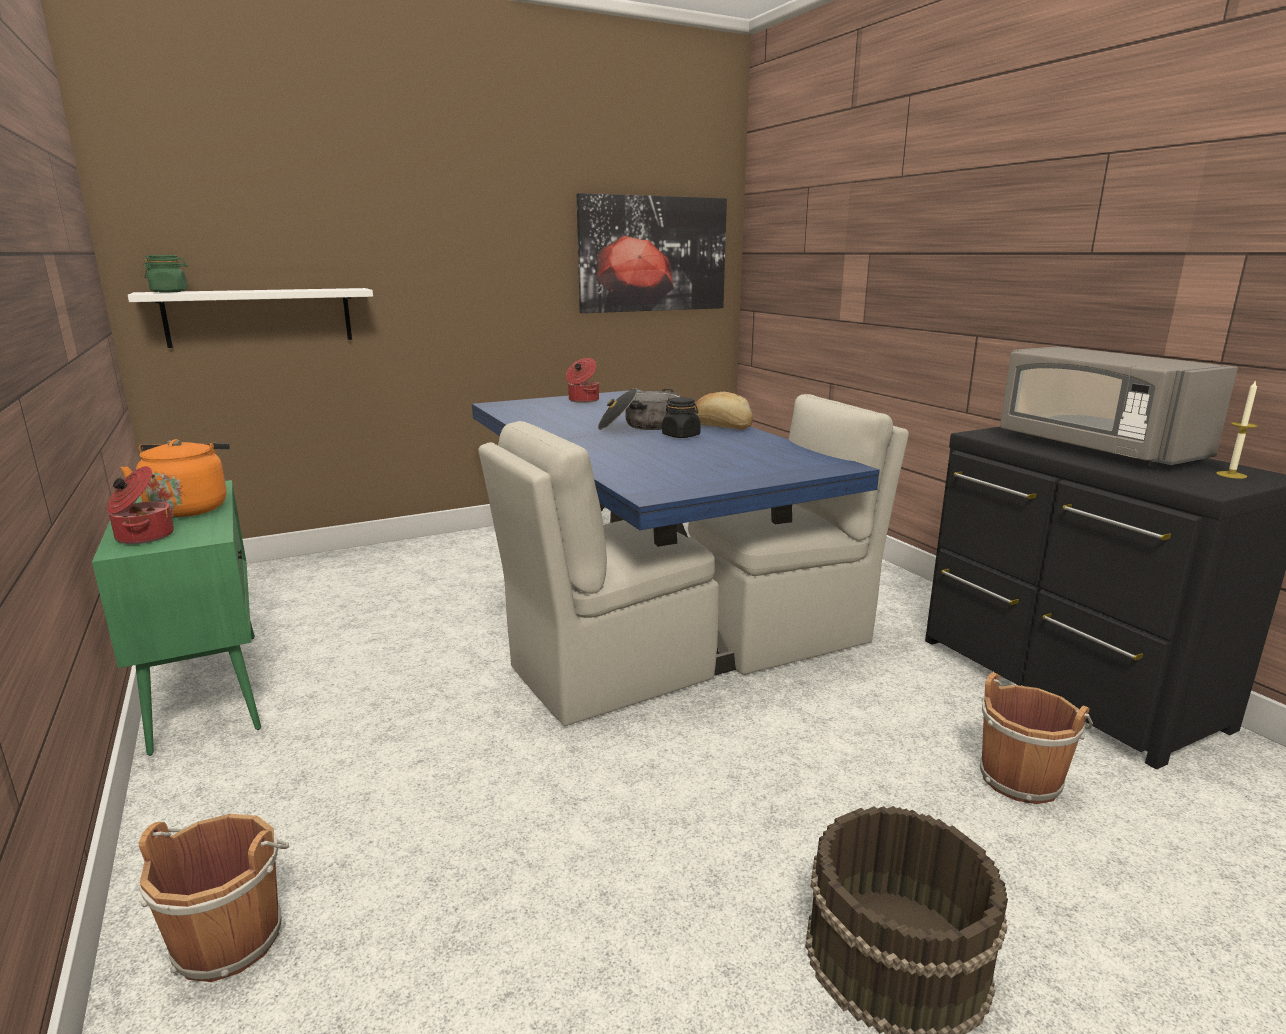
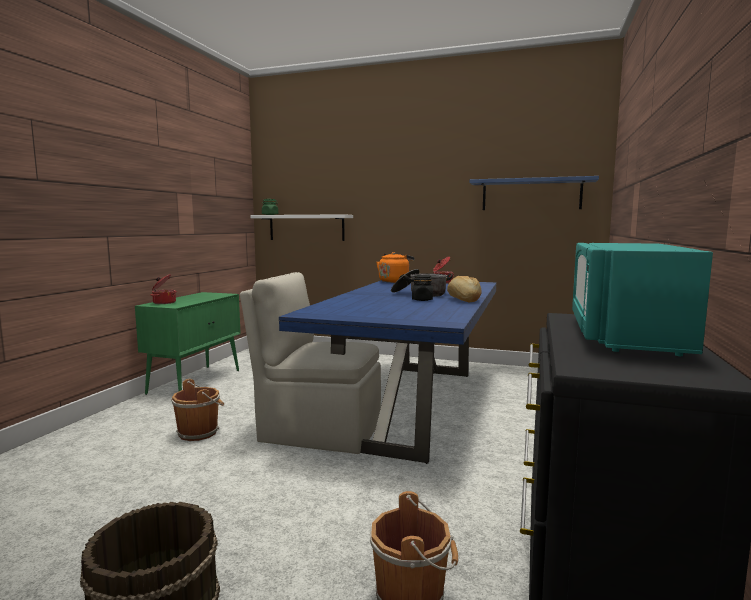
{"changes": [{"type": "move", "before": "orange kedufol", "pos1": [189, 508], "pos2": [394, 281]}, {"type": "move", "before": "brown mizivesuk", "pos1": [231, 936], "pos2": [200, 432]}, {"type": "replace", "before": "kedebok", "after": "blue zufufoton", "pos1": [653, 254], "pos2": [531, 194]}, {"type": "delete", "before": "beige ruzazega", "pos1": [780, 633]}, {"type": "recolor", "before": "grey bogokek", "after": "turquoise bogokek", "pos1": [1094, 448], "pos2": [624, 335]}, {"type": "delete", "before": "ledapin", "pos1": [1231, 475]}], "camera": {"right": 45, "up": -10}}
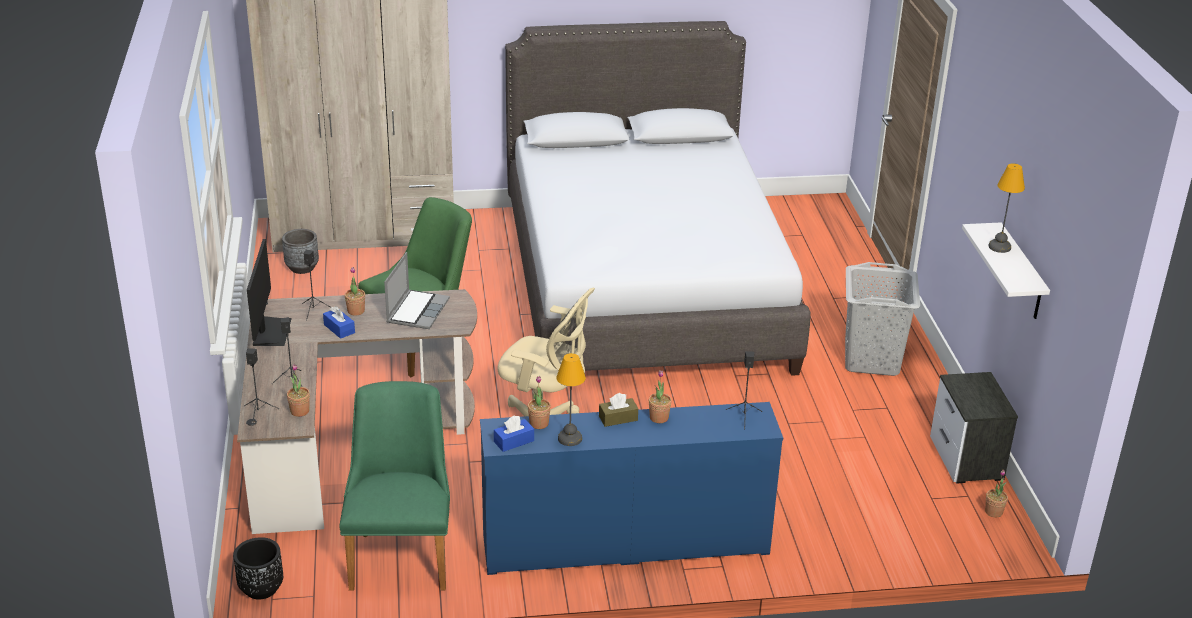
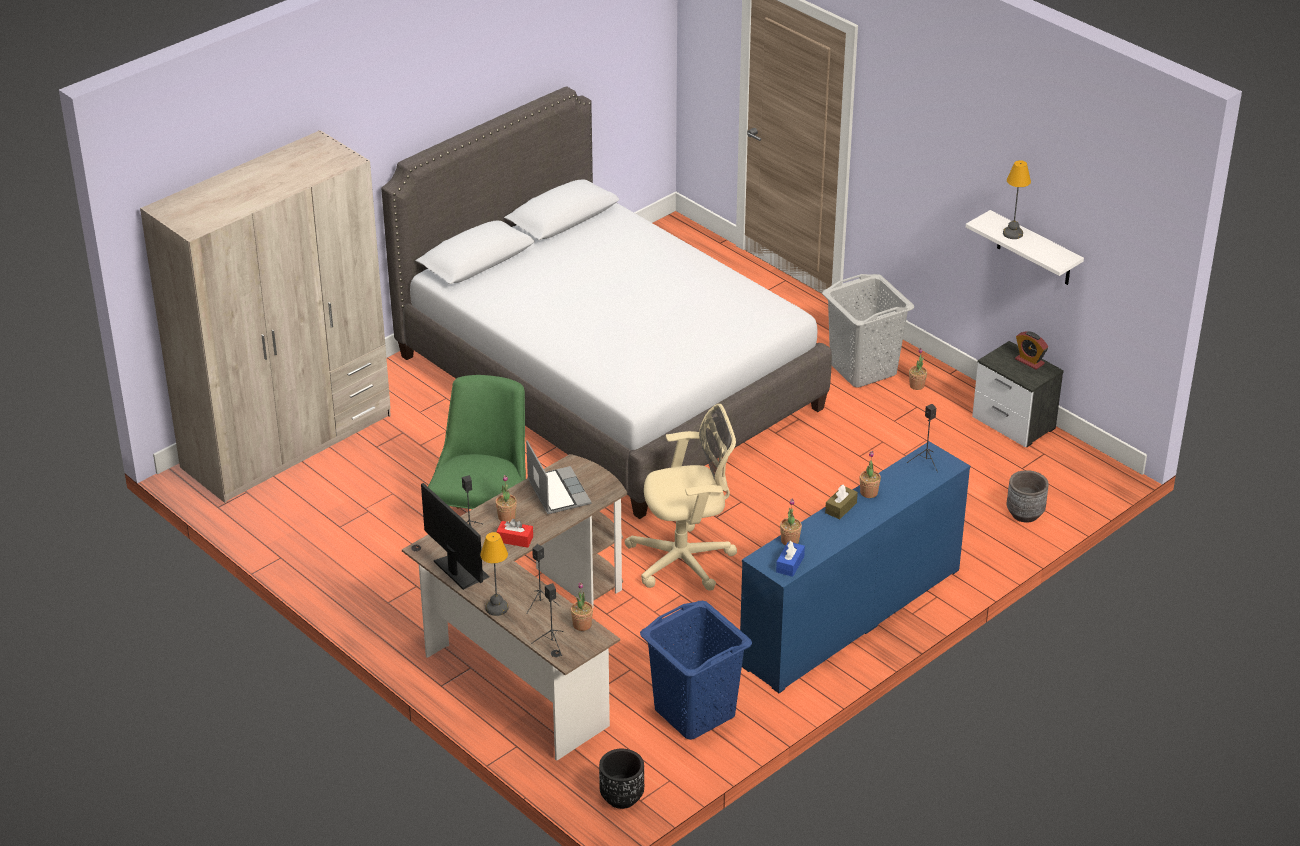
{"changes": [{"type": "move", "before": "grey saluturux", "pos1": [302, 268], "pos2": [1025, 514]}, {"type": "recolor", "before": "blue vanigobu", "after": "red vanigobu", "pos1": [339, 329], "pos2": [515, 539]}, {"type": "replace", "before": "green ruzazega", "after": "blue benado", "pos1": [402, 553], "pos2": [694, 711]}, {"type": "move", "before": "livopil", "pos1": [569, 438], "pos2": [496, 607]}, {"type": "move", "before": "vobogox", "pos1": [993, 512], "pos2": [916, 385]}, {"type": "insert", "after": "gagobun", "pos2": [1029, 361]}], "camera": {"right": -35, "up": 5}}
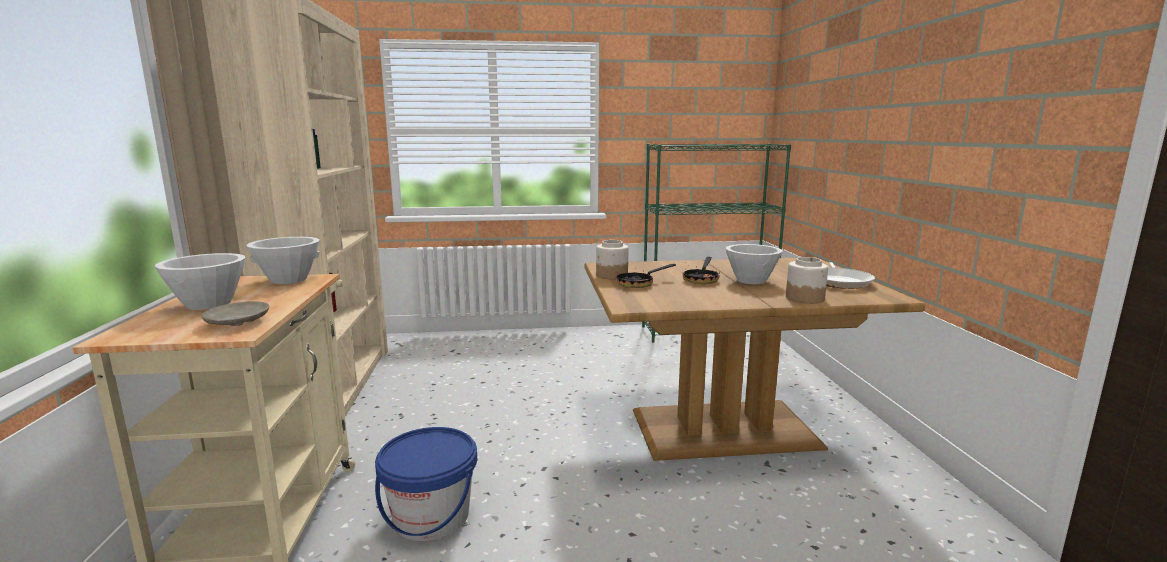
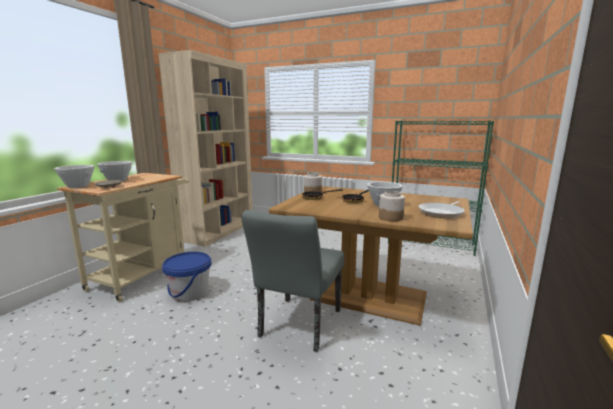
{"changes": [{"type": "move", "before": "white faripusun", "pos1": [289, 280], "pos2": [78, 186]}, {"type": "insert", "after": "grey ruzazega", "pos2": [297, 326]}], "camera": {"right": 30, "up": 0}}
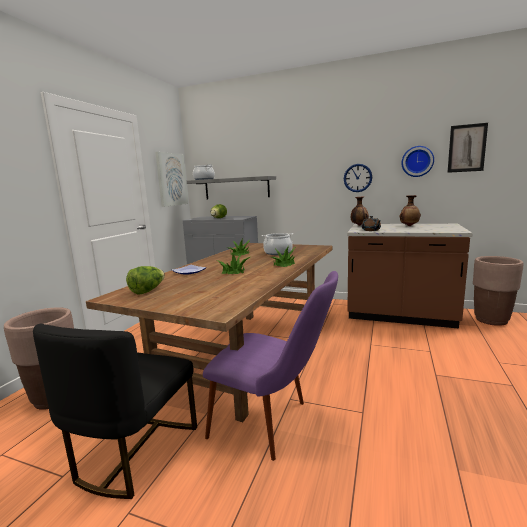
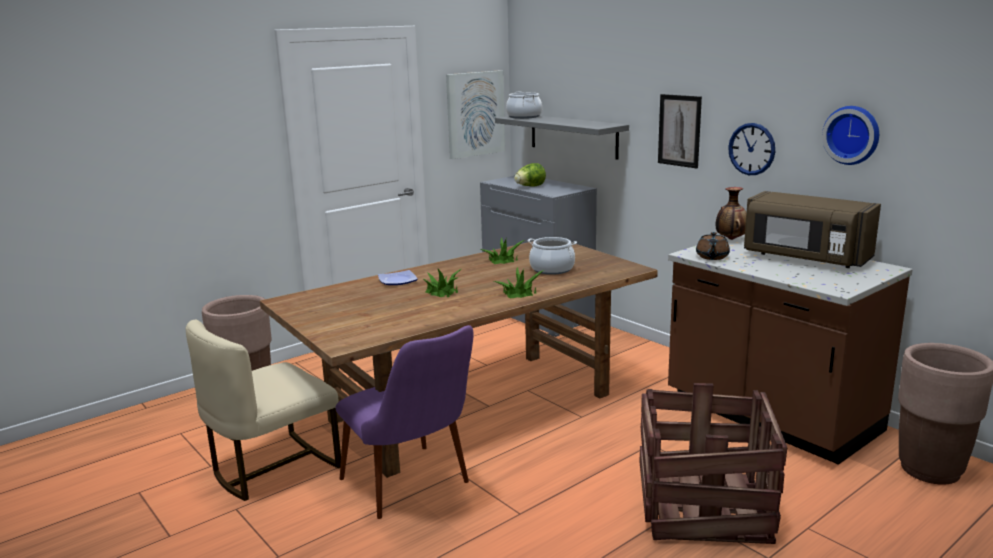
{"changes": [{"type": "recolor", "before": "black ruzazega", "after": "beige ruzazega", "pos1": [133, 452], "pos2": [273, 467]}, {"type": "delete", "before": "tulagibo", "pos1": [147, 291]}, {"type": "replace", "before": "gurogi", "after": "brown bogokek", "pos1": [409, 226], "pos2": [804, 258]}, {"type": "move", "before": "kedebok", "pos1": [467, 148], "pos2": [679, 130]}, {"type": "insert", "after": "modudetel", "pos2": [703, 505]}], "camera": {"right": 30, "up": 5}}
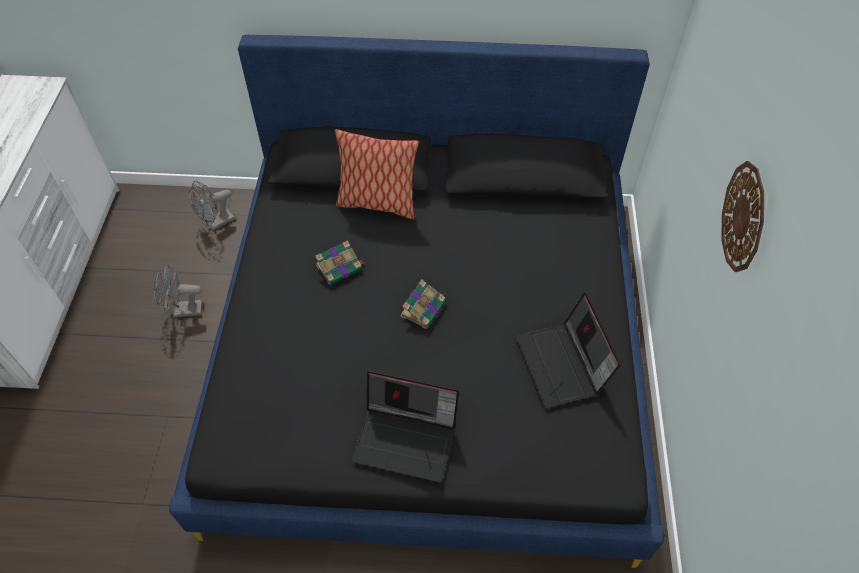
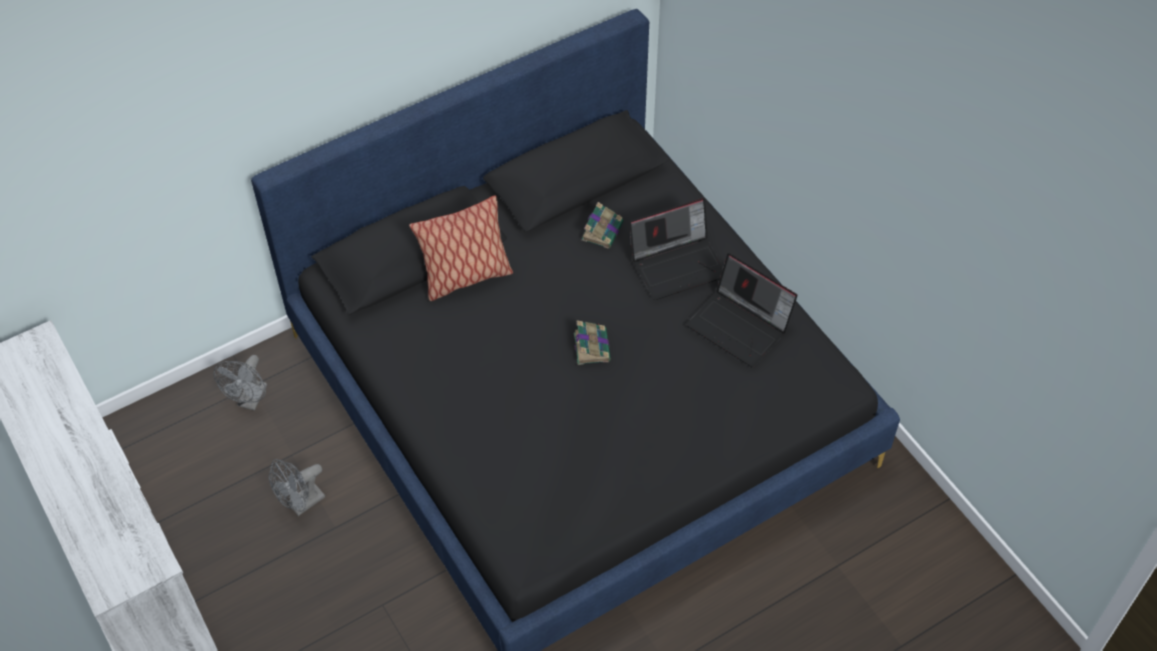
{"changes": [{"type": "move", "before": "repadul", "pos1": [340, 267], "pos2": [603, 230]}, {"type": "move", "before": "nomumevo", "pos1": [407, 438], "pos2": [678, 264]}, {"type": "delete", "before": "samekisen", "pos1": [744, 217]}], "camera": {"right": -35, "up": 0}}
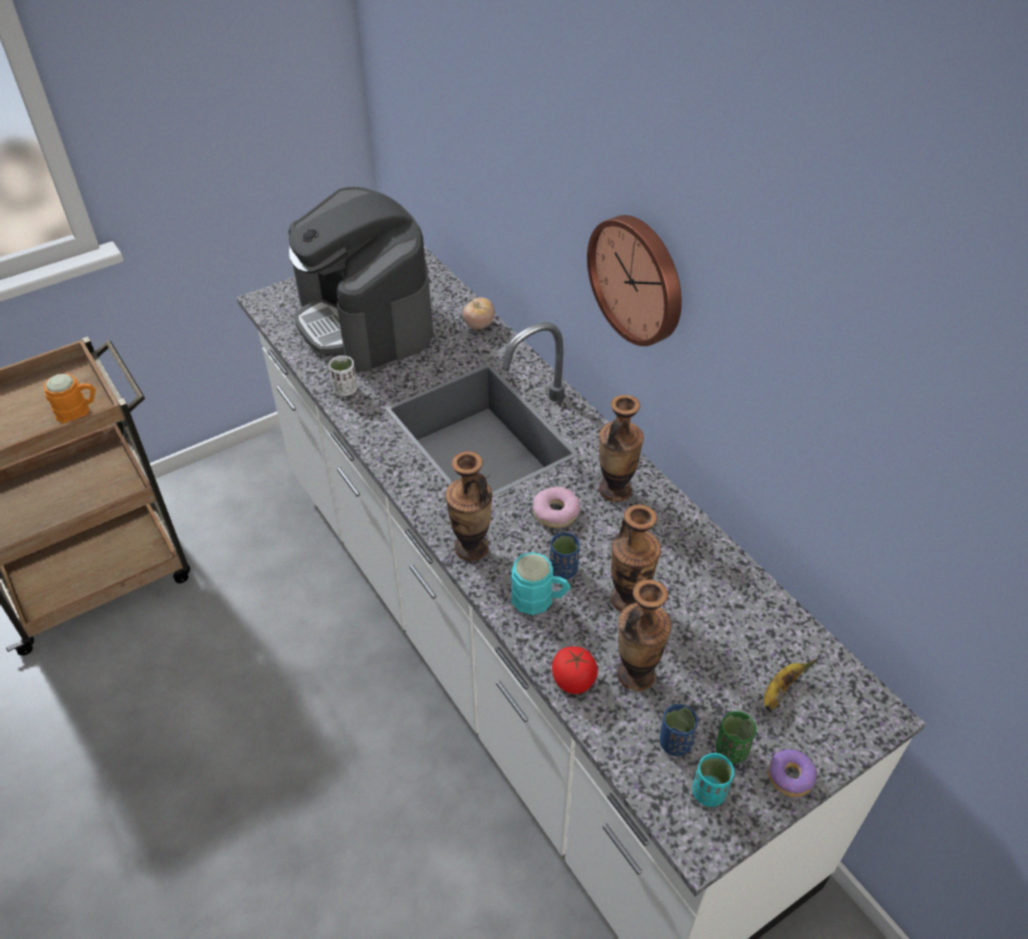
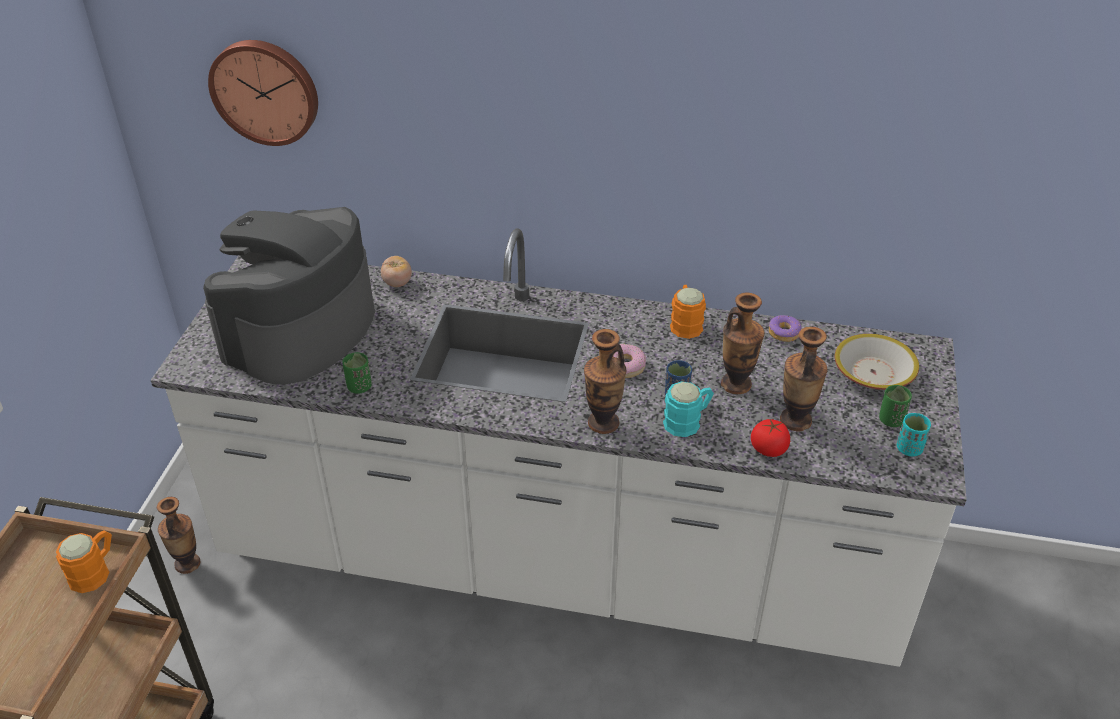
{"changes": [{"type": "rotate", "before": "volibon", "pos1": [365, 320], "pos2": [299, 330], "turn": 105}, {"type": "recolor", "before": "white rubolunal", "after": "green rubolunal", "pos1": [345, 390], "pos2": [359, 387]}, {"type": "move", "before": "samekisen", "pos1": [639, 279], "pos2": [266, 90]}, {"type": "move", "before": "gurogi", "pos1": [615, 489], "pos2": [187, 563]}, {"type": "delete", "before": "blue rubolunal", "pos1": [675, 743]}, {"type": "replace", "before": "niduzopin", "after": "faripusun", "pos1": [780, 690], "pos2": [872, 372]}, {"type": "move", "before": "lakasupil", "pos1": [790, 777], "pos2": [784, 333]}, {"type": "insert", "after": "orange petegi", "pos2": [685, 323]}], "camera": {"right": -45, "up": -5}}
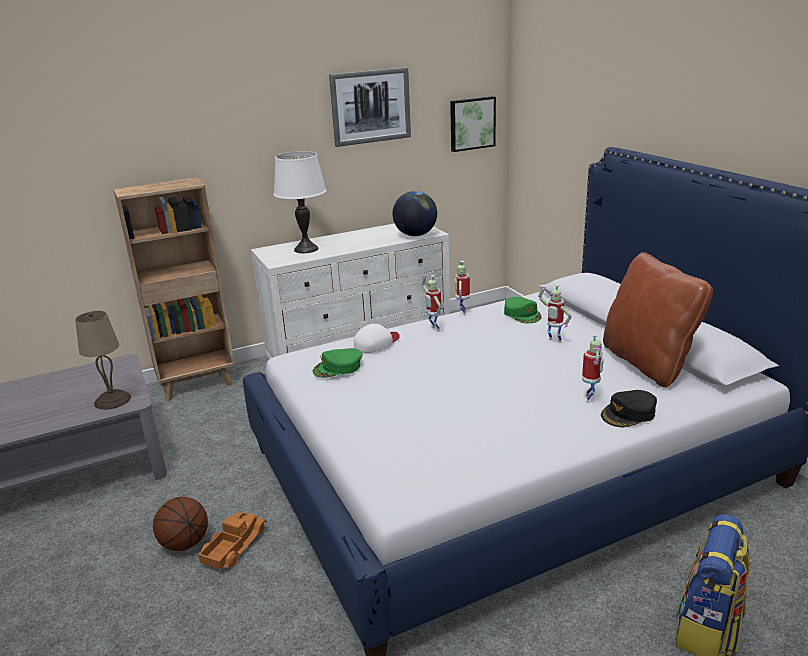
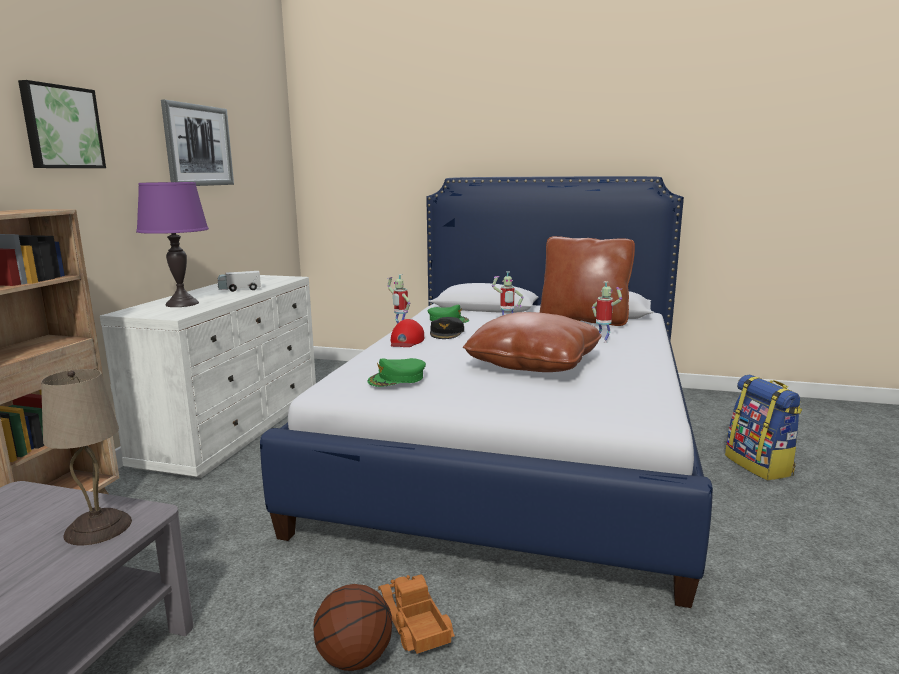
{"changes": [{"type": "recolor", "before": "white livopil", "after": "purple livopil", "pos1": [306, 249], "pos2": [182, 304]}, {"type": "rotate", "before": "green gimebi", "pos1": [338, 368], "pos2": [397, 379], "turn": 45}, {"type": "delete", "before": "white gimebi", "pos1": [376, 343]}, {"type": "delete", "before": "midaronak", "pos1": [415, 235]}, {"type": "replace", "before": "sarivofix", "after": "red gimebi", "pos1": [434, 329], "pos2": [406, 341]}, {"type": "move", "before": "kedebok", "pos1": [471, 123], "pos2": [61, 127]}, {"type": "move", "before": "black gimebi", "pos1": [629, 414], "pos2": [447, 333]}, {"type": "insert", "after": "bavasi", "pos2": [239, 289]}, {"type": "insert", "after": "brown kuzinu", "pos2": [533, 364]}], "camera": {"right": -50, "up": -10}}
